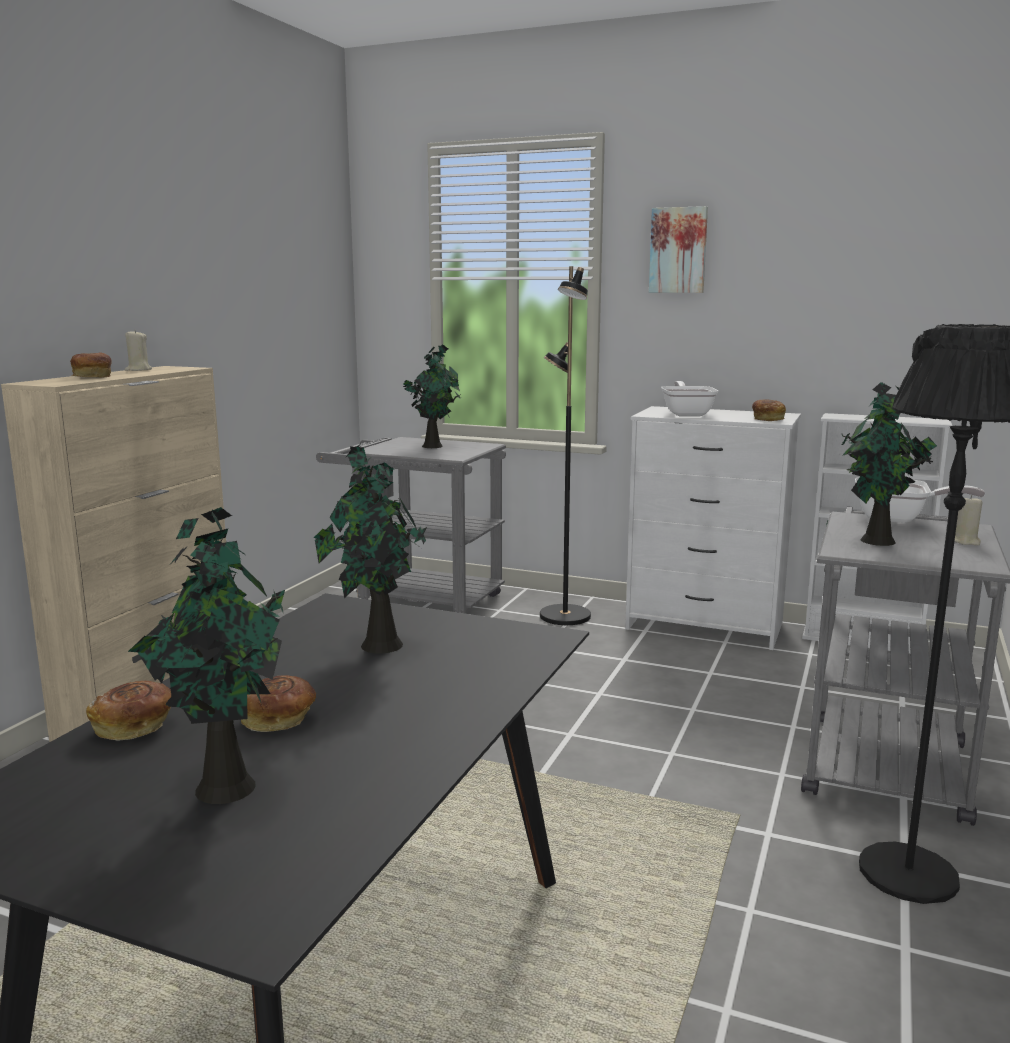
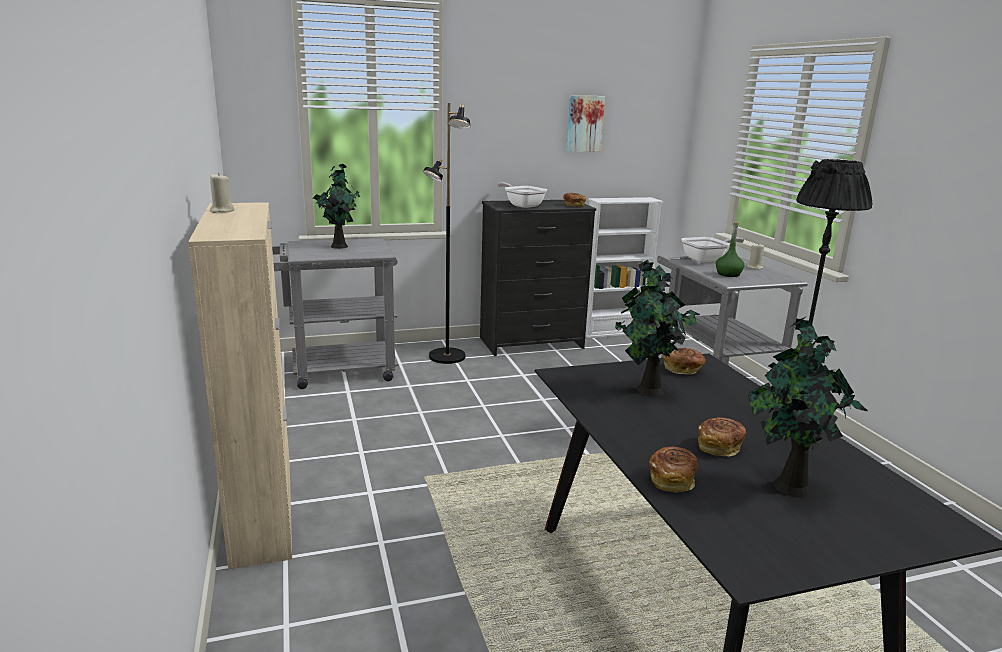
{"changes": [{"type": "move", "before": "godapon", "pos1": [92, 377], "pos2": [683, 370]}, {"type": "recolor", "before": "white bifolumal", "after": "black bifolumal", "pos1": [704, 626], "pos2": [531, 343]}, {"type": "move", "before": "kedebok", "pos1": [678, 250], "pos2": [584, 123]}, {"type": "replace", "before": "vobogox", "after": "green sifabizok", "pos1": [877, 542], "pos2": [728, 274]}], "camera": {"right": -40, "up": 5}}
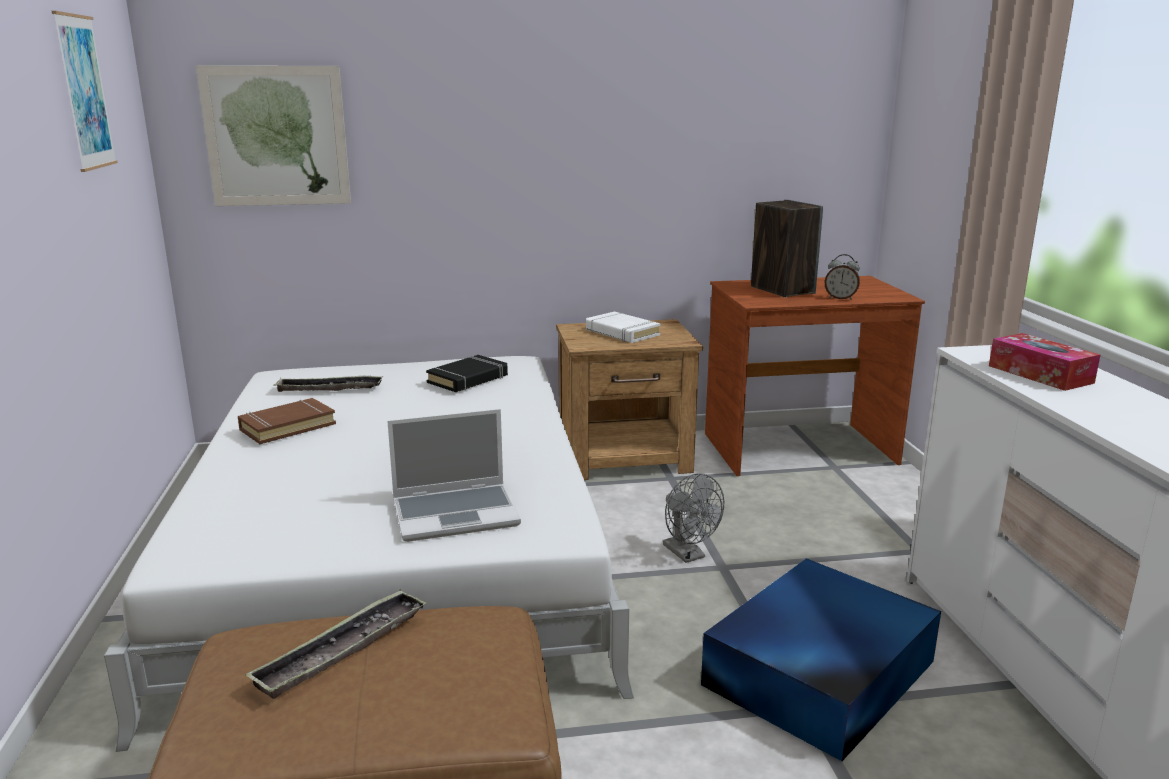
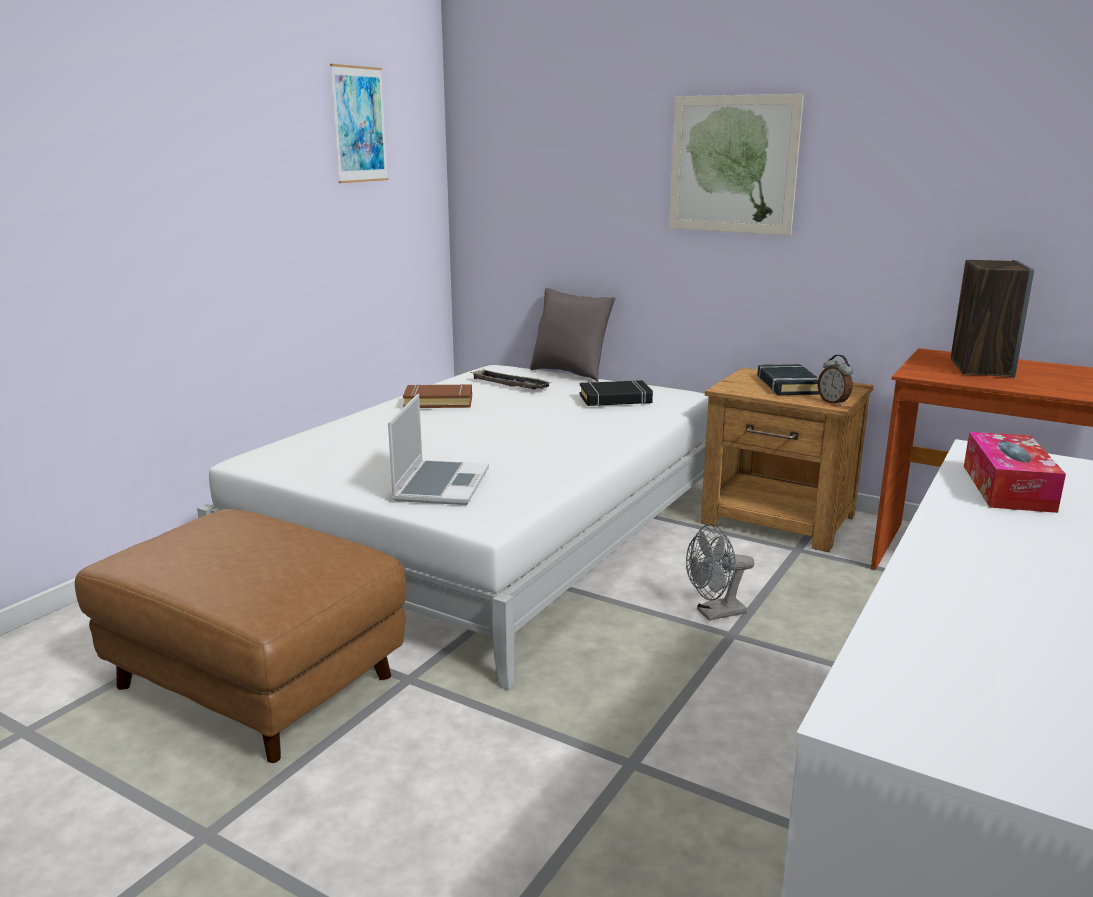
{"changes": [{"type": "move", "before": "kedebok", "pos1": [276, 136], "pos2": [733, 164]}, {"type": "delete", "before": "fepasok", "pos1": [342, 650]}, {"type": "rotate", "before": "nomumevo", "pos1": [457, 513], "pos2": [440, 484], "turn": -105}, {"type": "recolor", "before": "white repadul", "after": "black repadul", "pos1": [621, 333], "pos2": [787, 385]}, {"type": "rotate", "before": "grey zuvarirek", "pos1": [688, 555], "pos2": [715, 613], "turn": 60}, {"type": "delete", "before": "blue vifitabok", "pos1": [816, 674]}, {"type": "move", "before": "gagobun", "pos1": [840, 298], "pos2": [833, 402]}, {"type": "insert", "after": "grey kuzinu", "pos2": [570, 373]}], "camera": {"right": 40, "up": 0}}
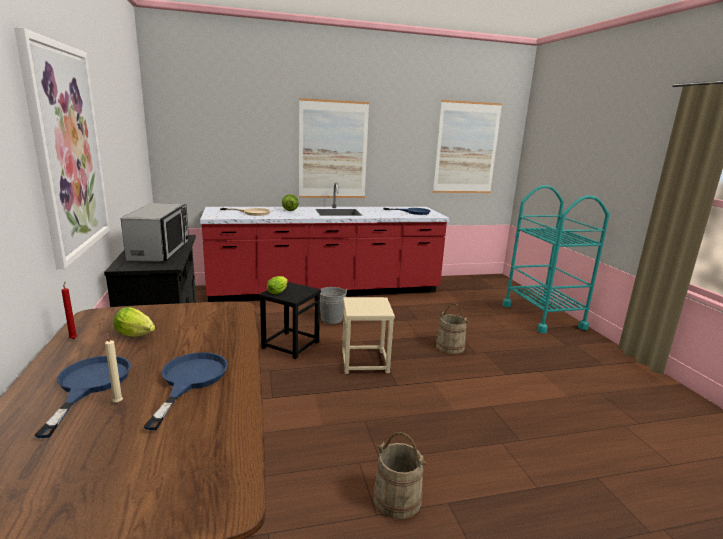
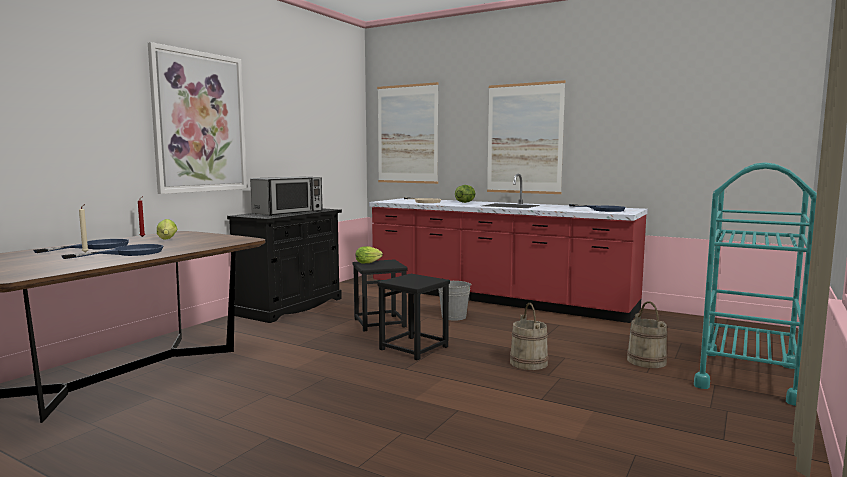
{"changes": [{"type": "recolor", "before": "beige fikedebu", "after": "black fikedebu", "pos1": [365, 362], "pos2": [414, 348]}, {"type": "move", "before": "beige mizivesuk", "pos1": [397, 498], "pos2": [646, 361]}, {"type": "move", "before": "kedebok", "pos1": [466, 148], "pos2": [407, 134]}], "camera": {"right": 45, "up": -10}}
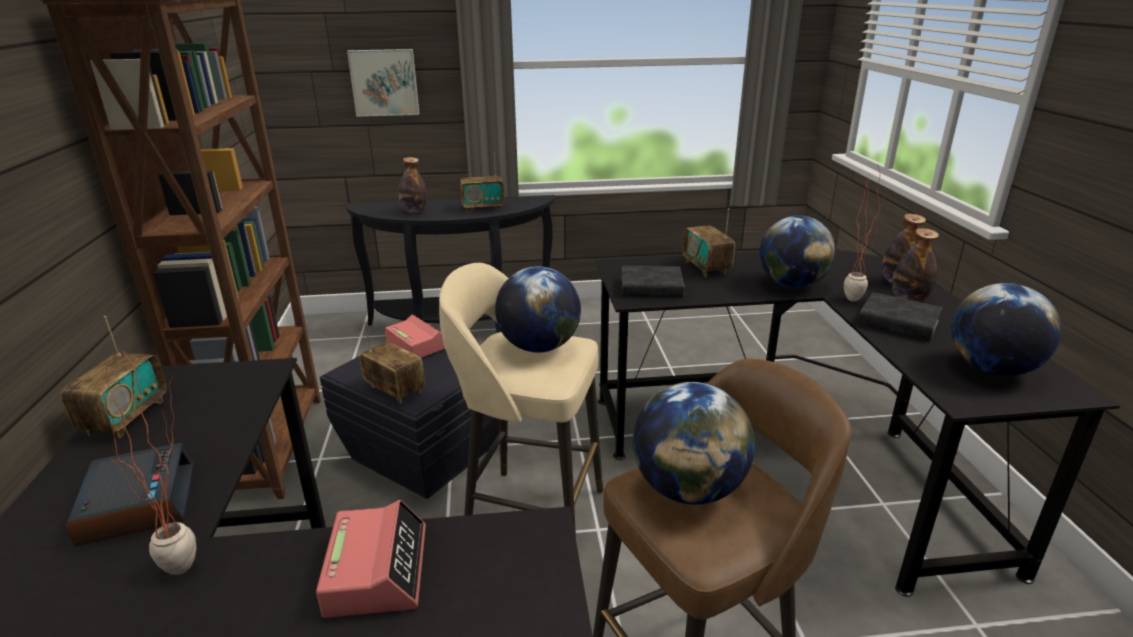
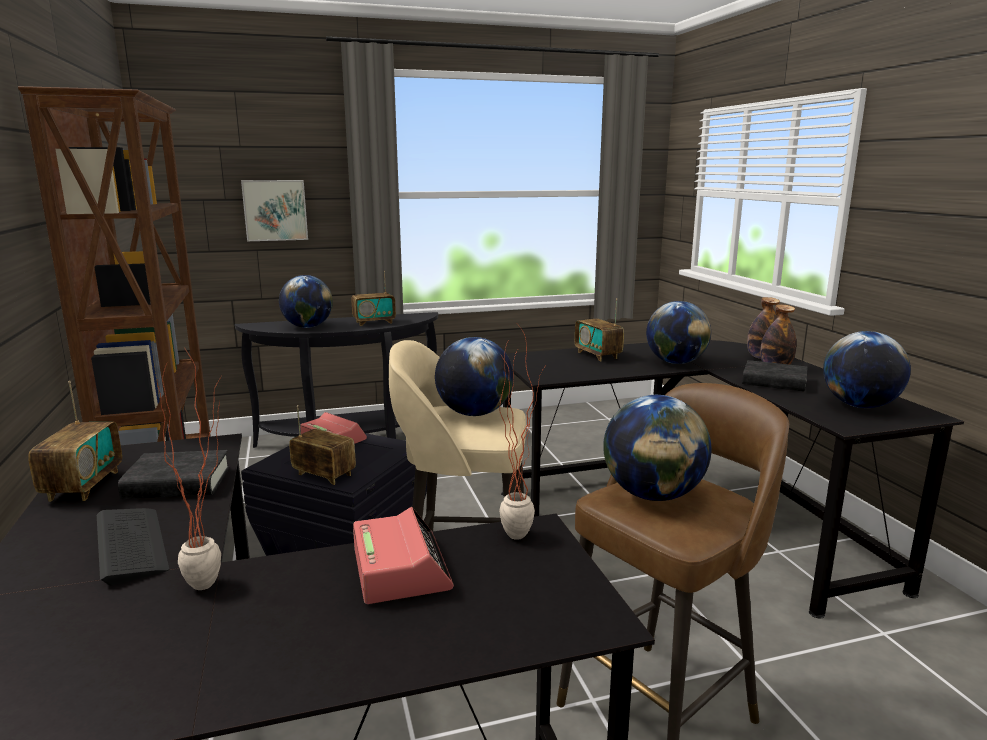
{"changes": [{"type": "replace", "before": "gagobun", "after": "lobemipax", "pos1": [138, 503], "pos2": [131, 545]}, {"type": "replace", "before": "sifabizok", "after": "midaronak", "pos1": [414, 211], "pos2": [308, 327]}, {"type": "move", "before": "black repadul", "pos1": [651, 288], "pos2": [178, 483]}, {"type": "move", "before": "vobogox", "pos1": [854, 297], "pos2": [521, 531]}], "camera": {"right": -10, "up": -10}}
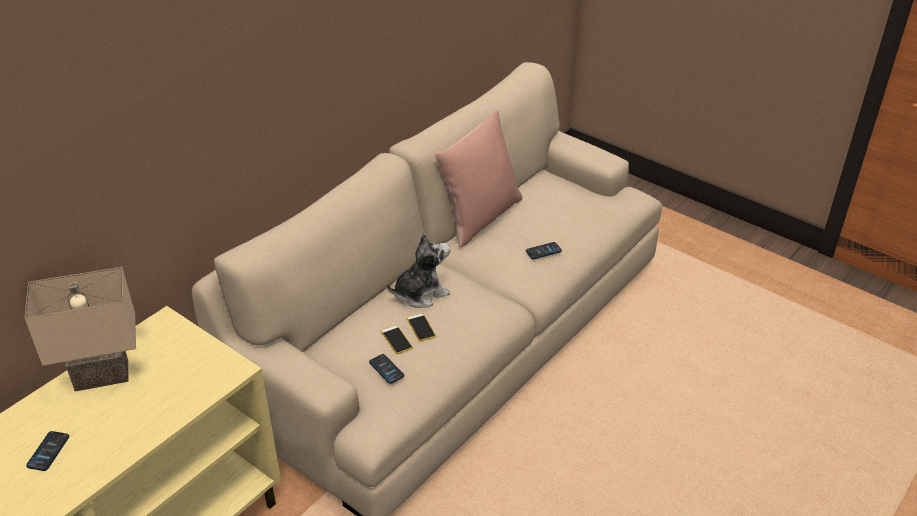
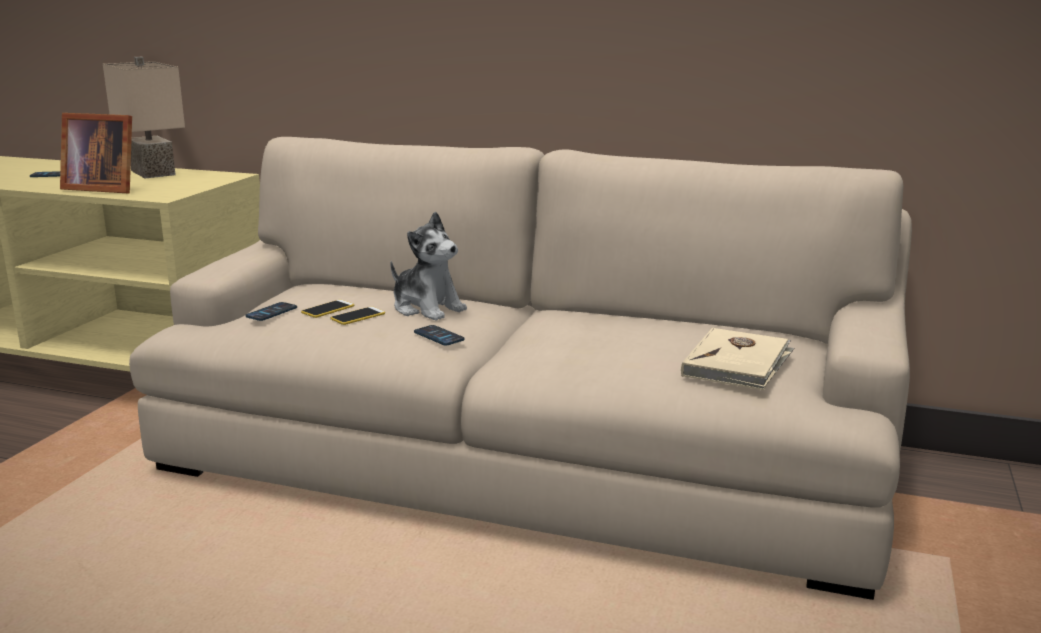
{"changes": [{"type": "delete", "before": "pink kuzinu", "pos1": [479, 218]}, {"type": "move", "before": "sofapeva", "pos1": [543, 251], "pos2": [439, 336]}, {"type": "insert", "after": "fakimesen", "pos2": [102, 188]}, {"type": "insert", "after": "beige repadul", "pos2": [738, 363]}], "camera": {"right": 70, "up": -20}}
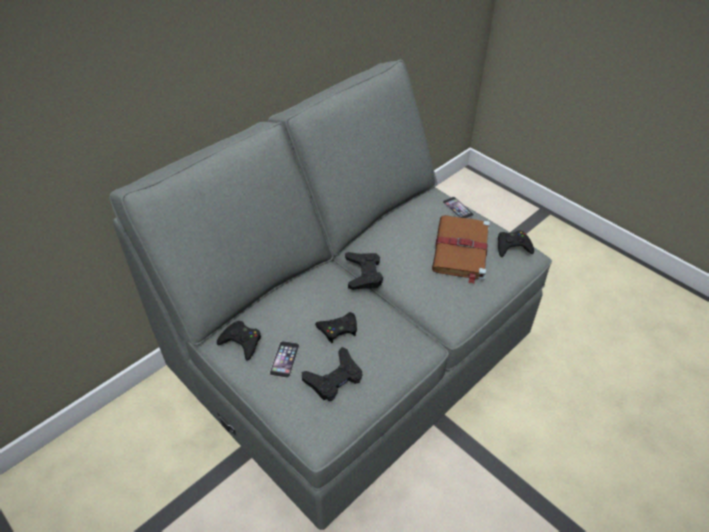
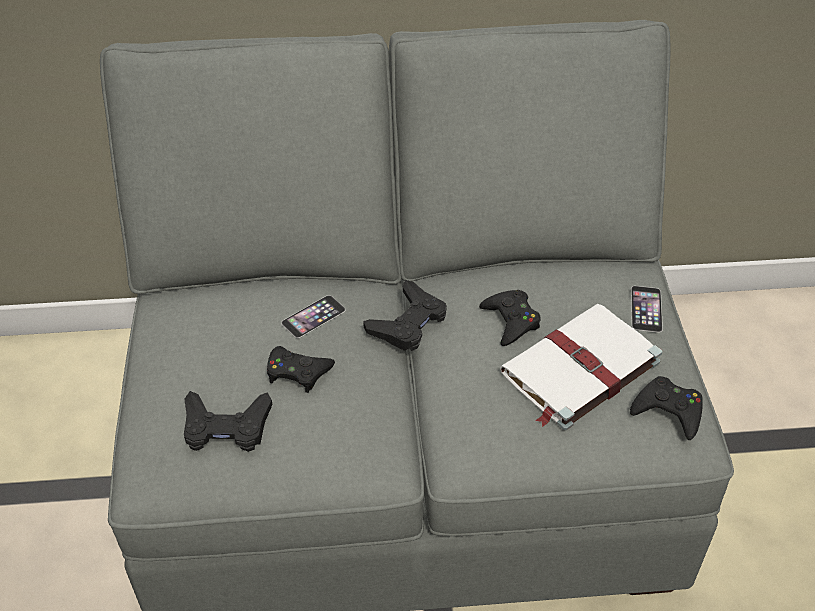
{"changes": [{"type": "move", "before": "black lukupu", "pos1": [241, 342], "pos2": [511, 321]}, {"type": "move", "before": "sofapeva", "pos1": [284, 359], "pos2": [313, 316]}, {"type": "recolor", "before": "brown repadul", "after": "white repadul", "pos1": [461, 250], "pos2": [578, 369]}], "camera": {"right": 40, "up": 0}}
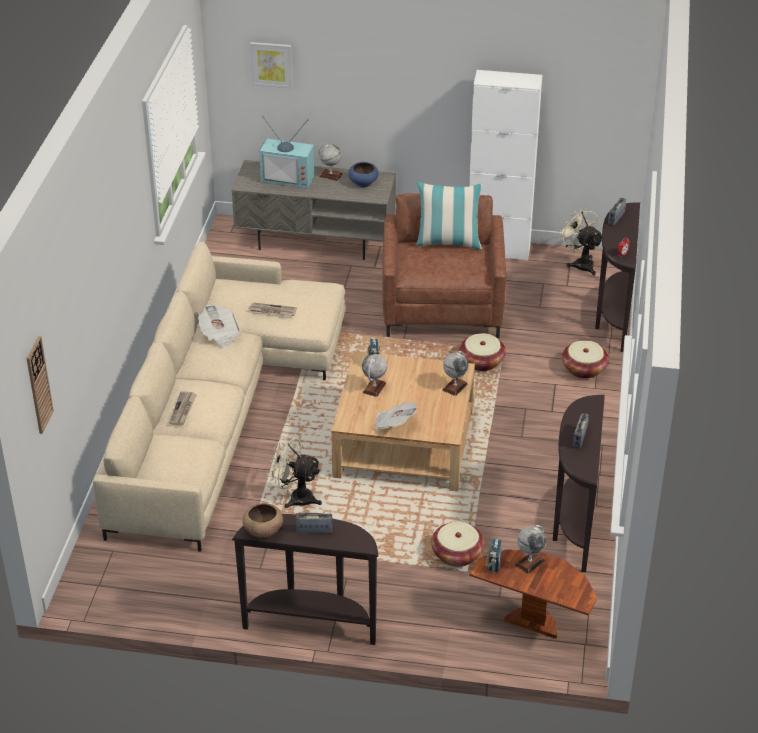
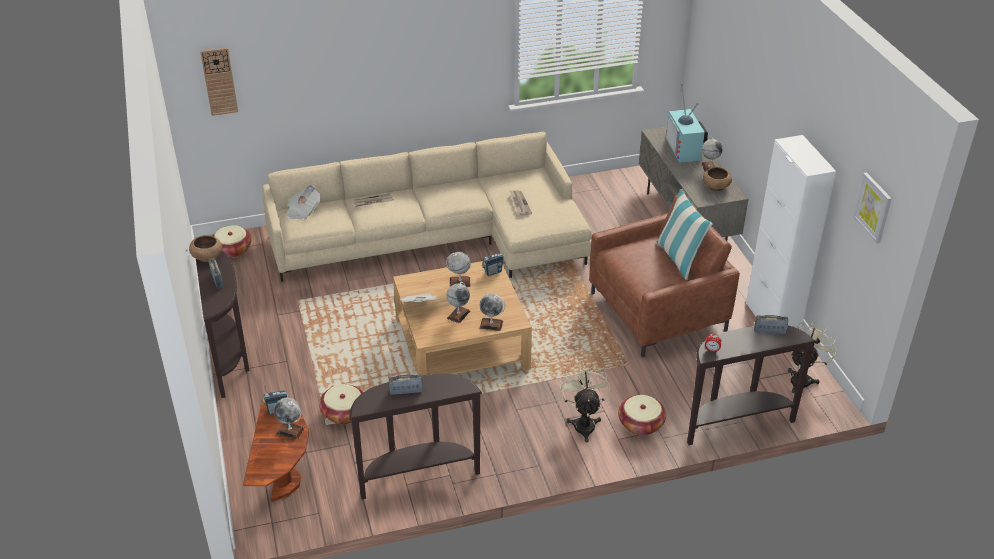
{"changes": [{"type": "move", "before": "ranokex", "pos1": [220, 335], "pos2": [302, 211]}, {"type": "move", "before": "kedebok", "pos1": [271, 64], "pos2": [873, 207]}, {"type": "move", "before": "beige zuvarirek", "pos1": [295, 497], "pos2": [583, 423]}, {"type": "recolor", "before": "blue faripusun", "after": "brown faripusun", "pos1": [363, 182], "pos2": [716, 187]}, {"type": "move", "before": "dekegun", "pos1": [482, 362], "pos2": [232, 250]}, {"type": "insert", "after": "midaronak", "pos2": [458, 314]}], "camera": {"right": 65, "up": 0}}
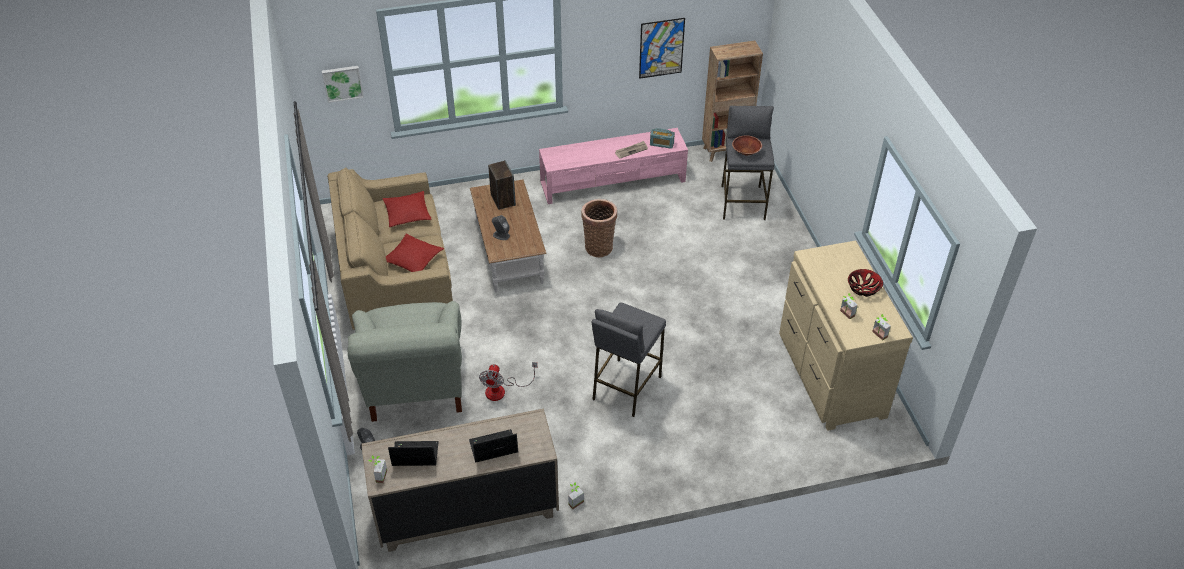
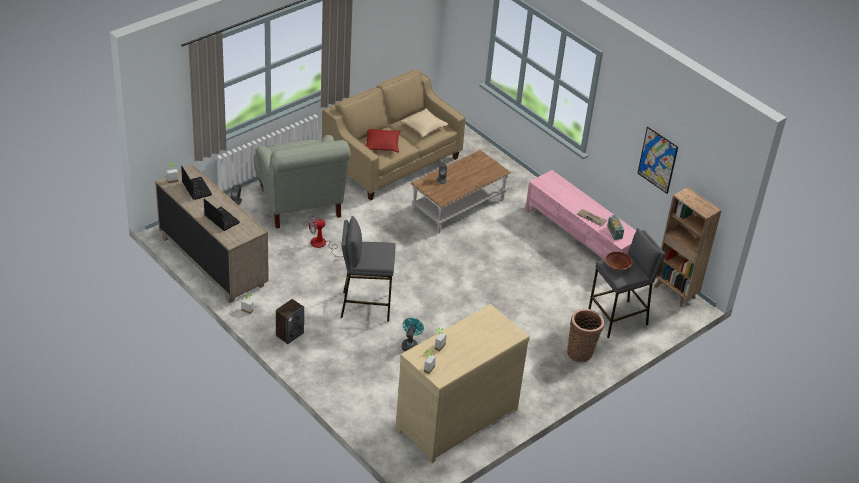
{"changes": [{"type": "delete", "before": "kedebok", "pos1": [342, 83]}, {"type": "rotate", "before": "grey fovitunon", "pos1": [415, 385], "pos2": [300, 204], "turn": -75}, {"type": "recolor", "before": "red kuzinu", "after": "beige kuzinu", "pos1": [407, 214], "pos2": [424, 127]}, {"type": "move", "before": "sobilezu", "pos1": [502, 200], "pos2": [289, 334]}, {"type": "move", "before": "dekegun", "pos1": [599, 246], "pos2": [581, 352]}, {"type": "delete", "before": "faripusun", "pos1": [863, 288]}, {"type": "insert", "after": "turquoise zuvarirek", "pos2": [410, 345]}], "camera": {"right": 60, "up": -5}}
